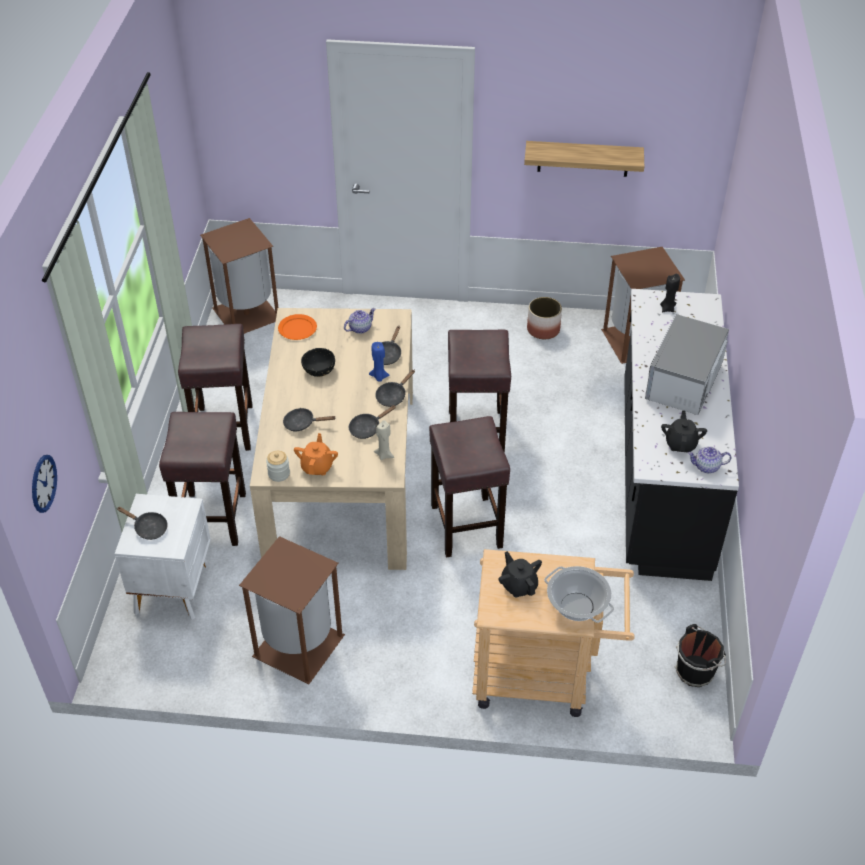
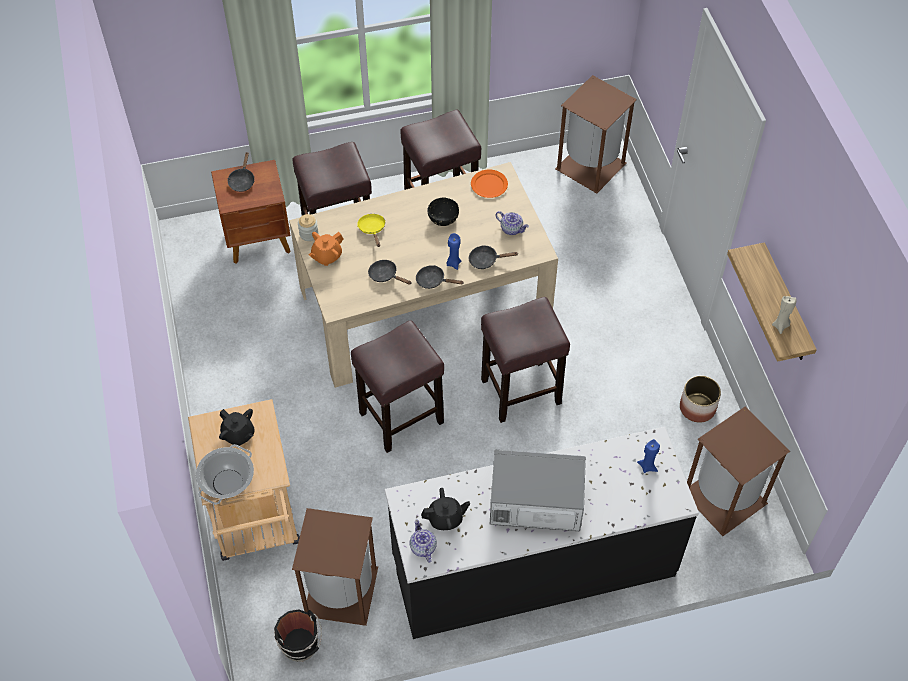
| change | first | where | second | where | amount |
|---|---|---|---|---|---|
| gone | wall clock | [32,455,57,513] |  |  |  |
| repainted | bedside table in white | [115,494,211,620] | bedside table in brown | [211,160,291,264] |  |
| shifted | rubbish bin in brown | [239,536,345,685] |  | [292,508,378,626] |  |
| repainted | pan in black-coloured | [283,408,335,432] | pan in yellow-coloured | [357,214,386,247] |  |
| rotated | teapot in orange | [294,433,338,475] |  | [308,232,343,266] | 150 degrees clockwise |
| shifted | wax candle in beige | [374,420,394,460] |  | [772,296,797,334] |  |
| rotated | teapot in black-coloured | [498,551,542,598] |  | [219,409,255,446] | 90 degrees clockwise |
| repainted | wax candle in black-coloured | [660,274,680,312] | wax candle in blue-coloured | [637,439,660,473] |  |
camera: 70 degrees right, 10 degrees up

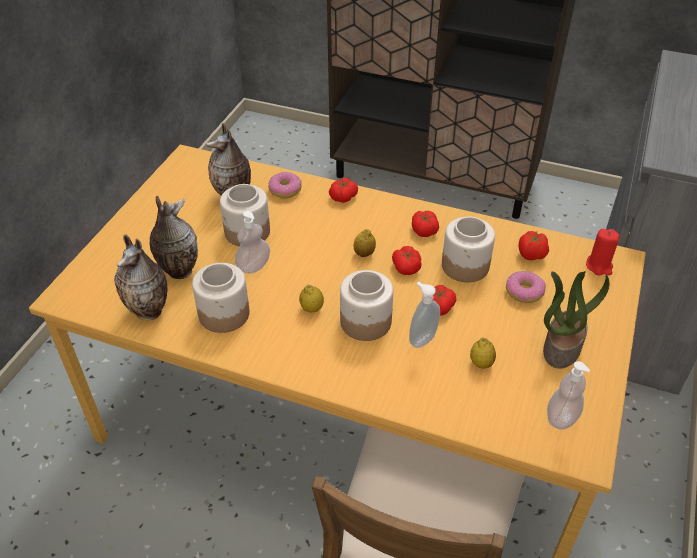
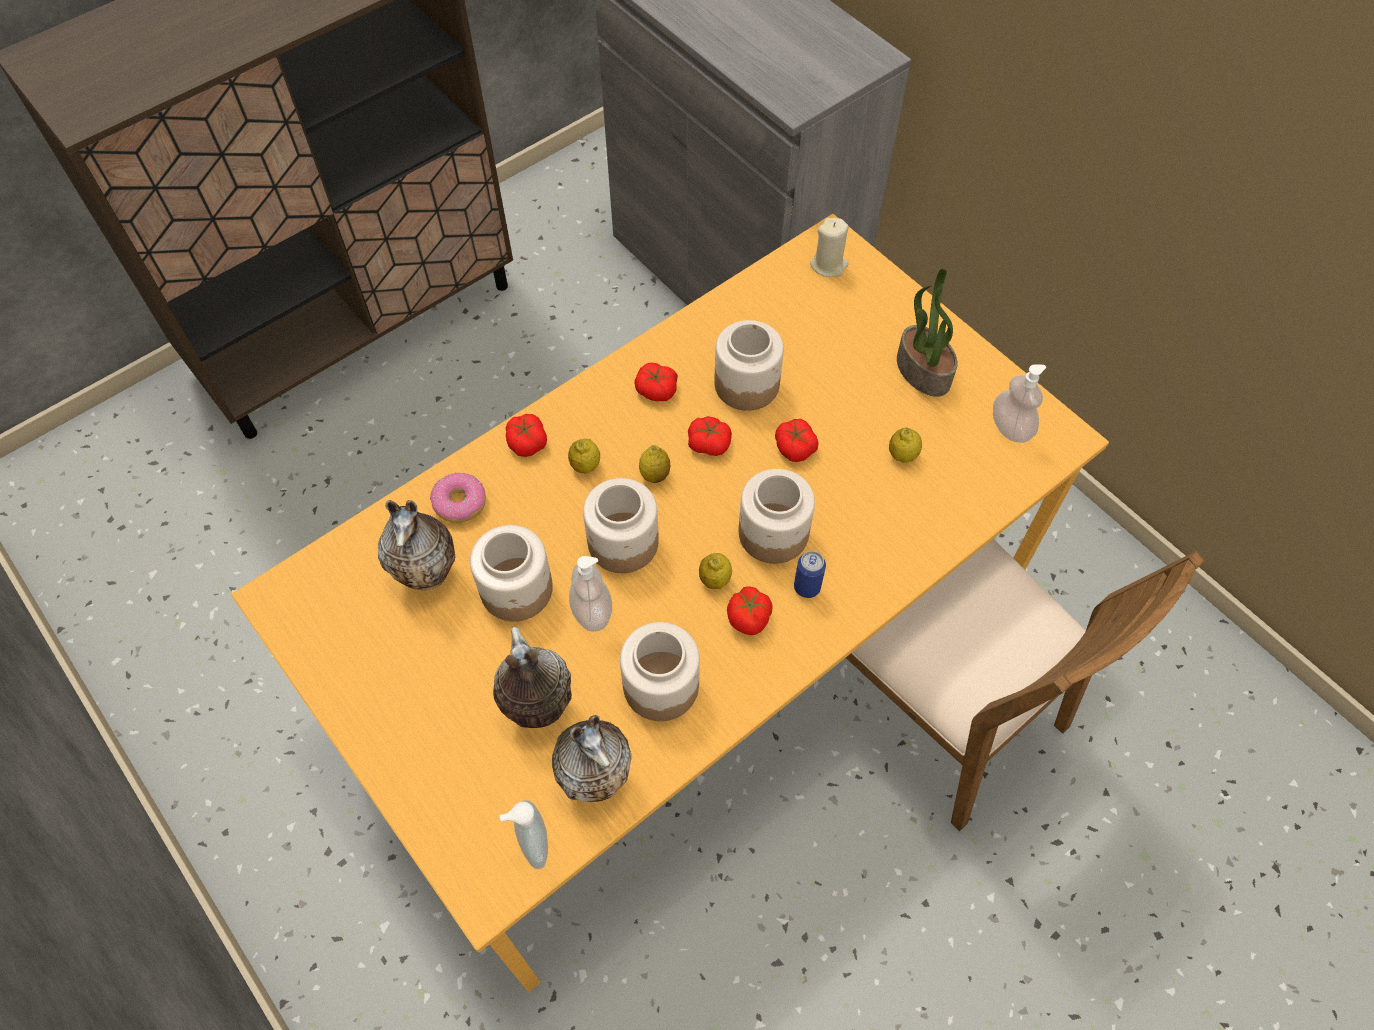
| change | first | where | second | where | amount |
|---|---|---|---|---|---|
| shifted | liquid soap bottle | [409,282,440,348] |  | [500,800,548,869] |  |
| gone | doughnut | [506,271,546,303] |  |  |  |
| shifted | whole tomato | [519,231,549,260] |  | [727,586,773,635] |  |
| repainted | wax candle in red | [586,229,620,276] | wax candle in beige | [810,218,849,277] |  |
| new |  |  | whole lemon | [568,439,600,473] |  |
| new |  |  | jar | [583,478,659,573] |  |
| new |  |  | sealed can | [794,551,826,598] |  |
camera: 60 degrees left, 15 degrees up

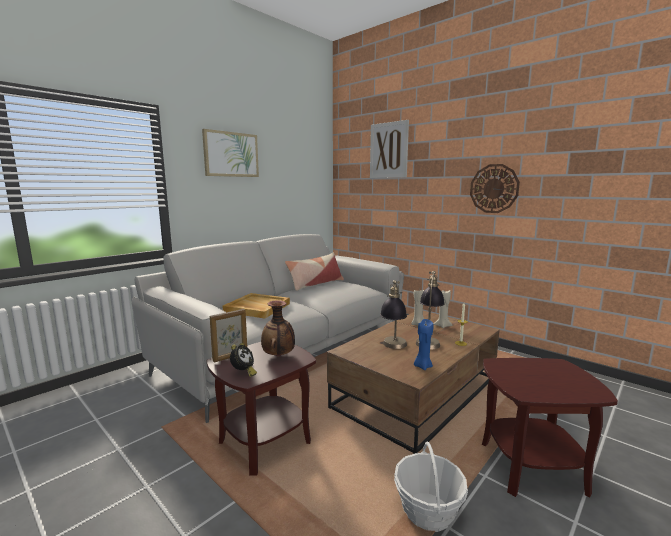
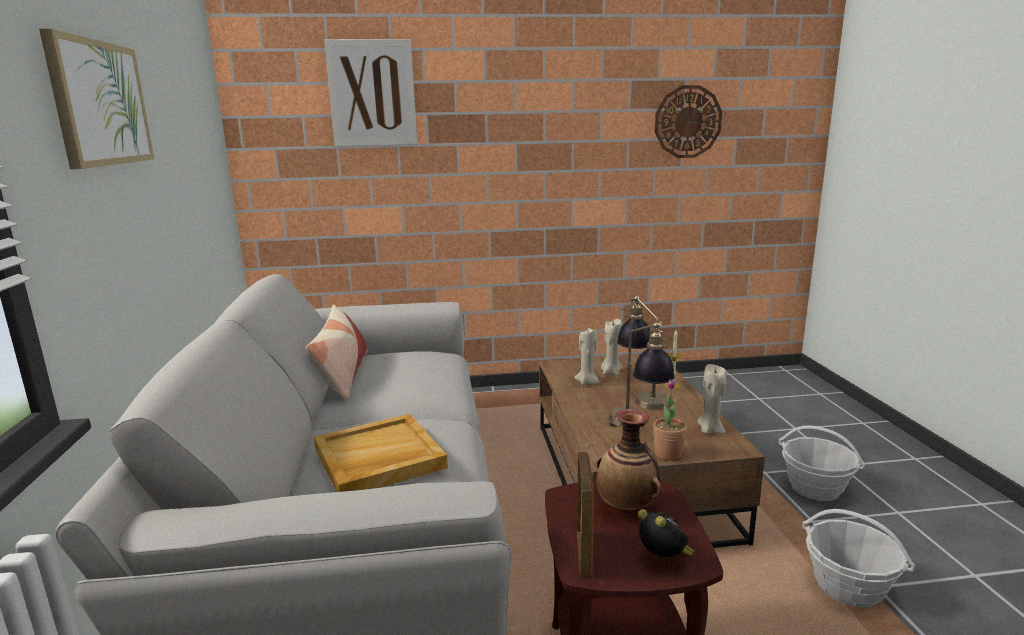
| change | first | where | second | where | amount |
|---|---|---|---|---|---|
| repainted | wax candle in blue-coloured | [414,319,434,370] | wax candle in beige | [697,364,726,434] |  |
| shifted | wall clock | [470,164,520,213] |  | [655,85,722,158] |  |
| swapped | accent table in brown | [482,358,618,497] | basket | [779,426,865,501] |  |
| new |  |  | plant in a pot | [653,379,687,460] |  |
camera: 50 degrees left, 5 degrees up

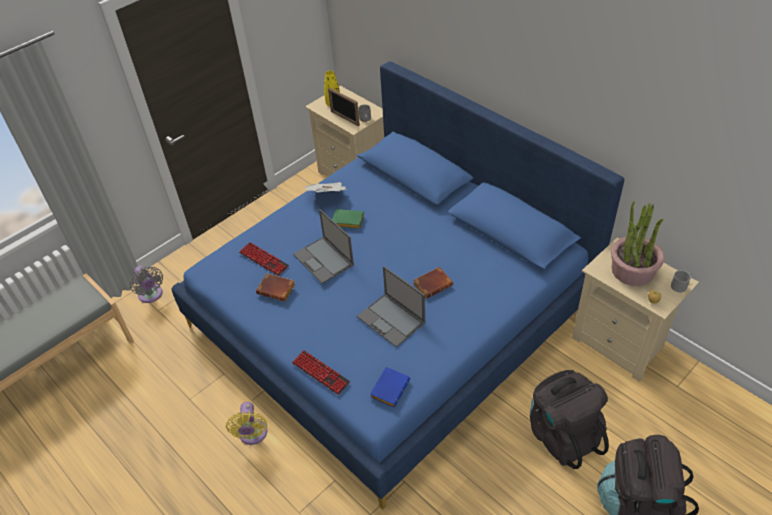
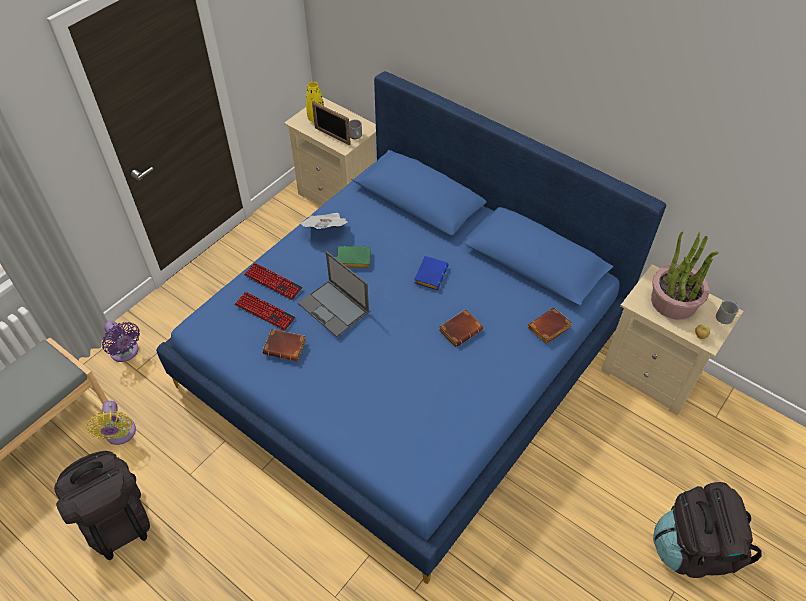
| change | first | where | second | where | amount |
|---|---|---|---|---|---|
| repainted | fan in greyish | [130,266,163,303] | fan in purple | [102,321,140,362] |  |
| shifted | fan in yellow-coloured | [226,402,268,445] |  | [87,401,136,445] |  |
| shifted | computer keyboard | [292,350,350,395] |  | [244,262,303,300] |  |
| gone | laptop | [357,266,425,347] |  |  |  |
| shifted | book in blue-coloured | [370,367,410,407] |  | [414,256,449,290] |  |
| shifted | backpack in black-coloured | [530,370,609,469] |  | [54,451,150,560] |  |
| new |  |  | book in brown | [528,308,572,344] |  |
camera: 10 degrees left, 5 degrees up

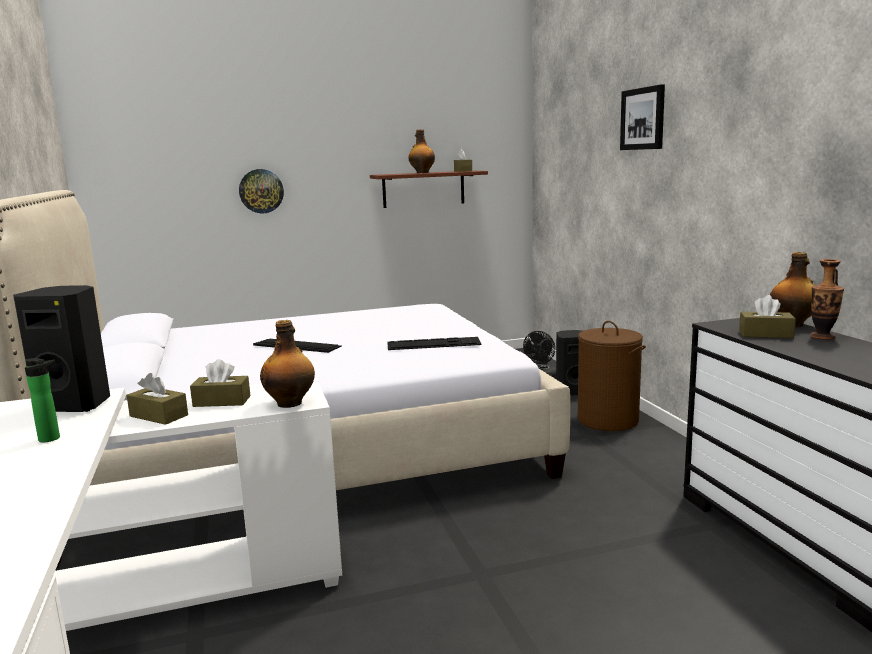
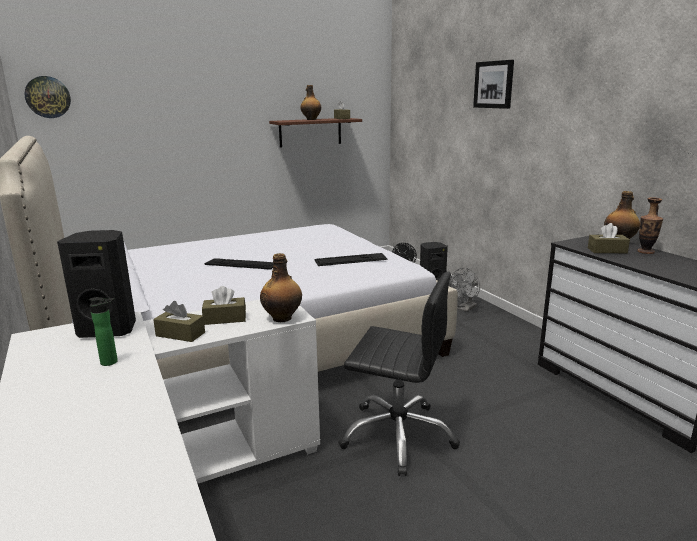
| change | first | where | second | where | amount |
|---|---|---|---|---|---|
| shifted | wall clock | [239,169,284,214] |  | [24,76,71,118] |  |
| swapped | hamper in brown | [578,321,646,431] | fan in greyish | [450,268,480,312] |  |
| new |  |  | computer chair in black-coloured | [338,272,460,476] |  |
camera: 10 degrees left, 5 degrees up

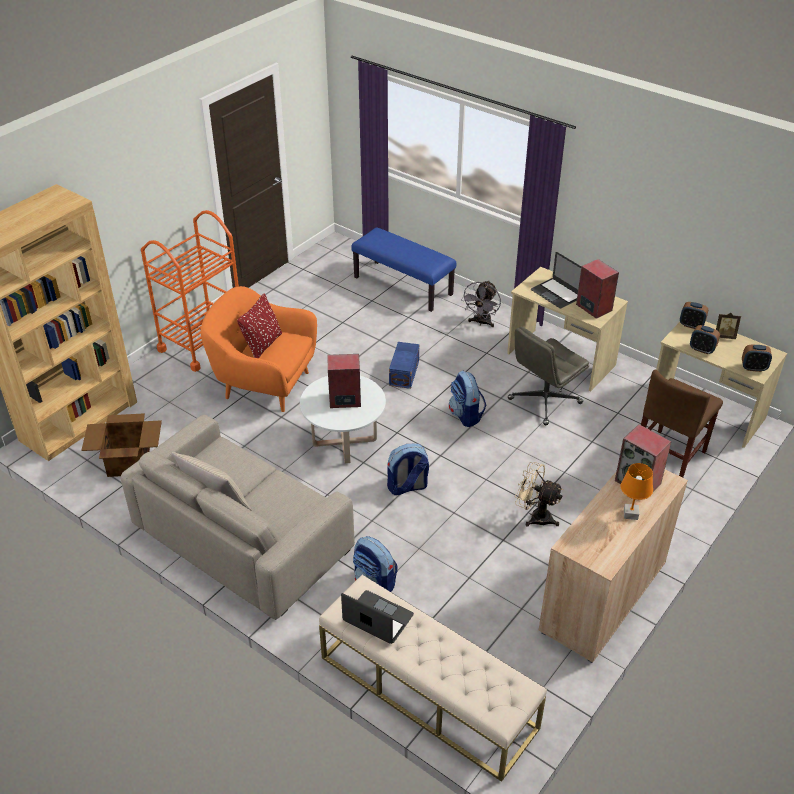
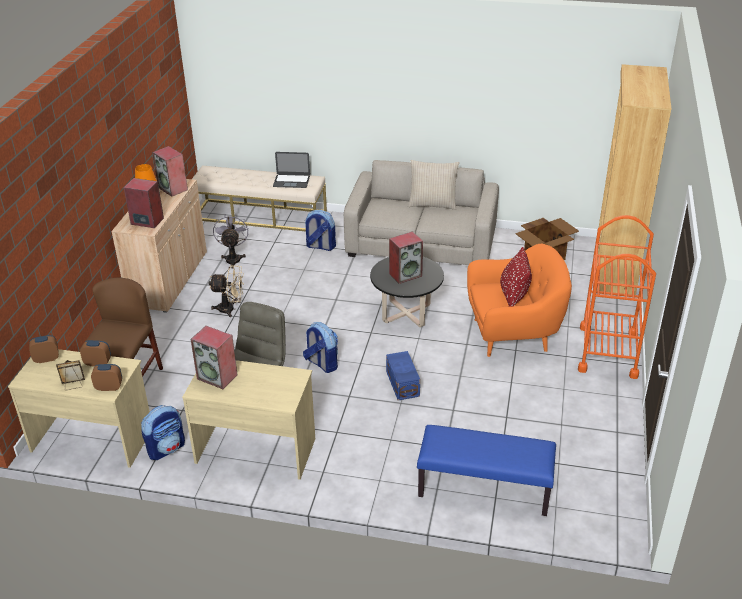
| change | first | where | second | where | amount |
|---|---|---|---|---|---|
| repainted | coffee table in white | [300,376,386,463] | coffee table in black-coloured | [370,257,444,327] |  |
| shifted | backpack | [387,444,429,495] |  | [141,405,185,460] |  |
| shifted | fan in greyish | [462,281,501,327] |  | [213,214,248,269] |  |
| gone | laptop | [531,252,582,308] |  |  |  |
| new |  |  | audio speaker | [152,146,188,196] |  |
camera: 155 degrees right, 5 degrees down

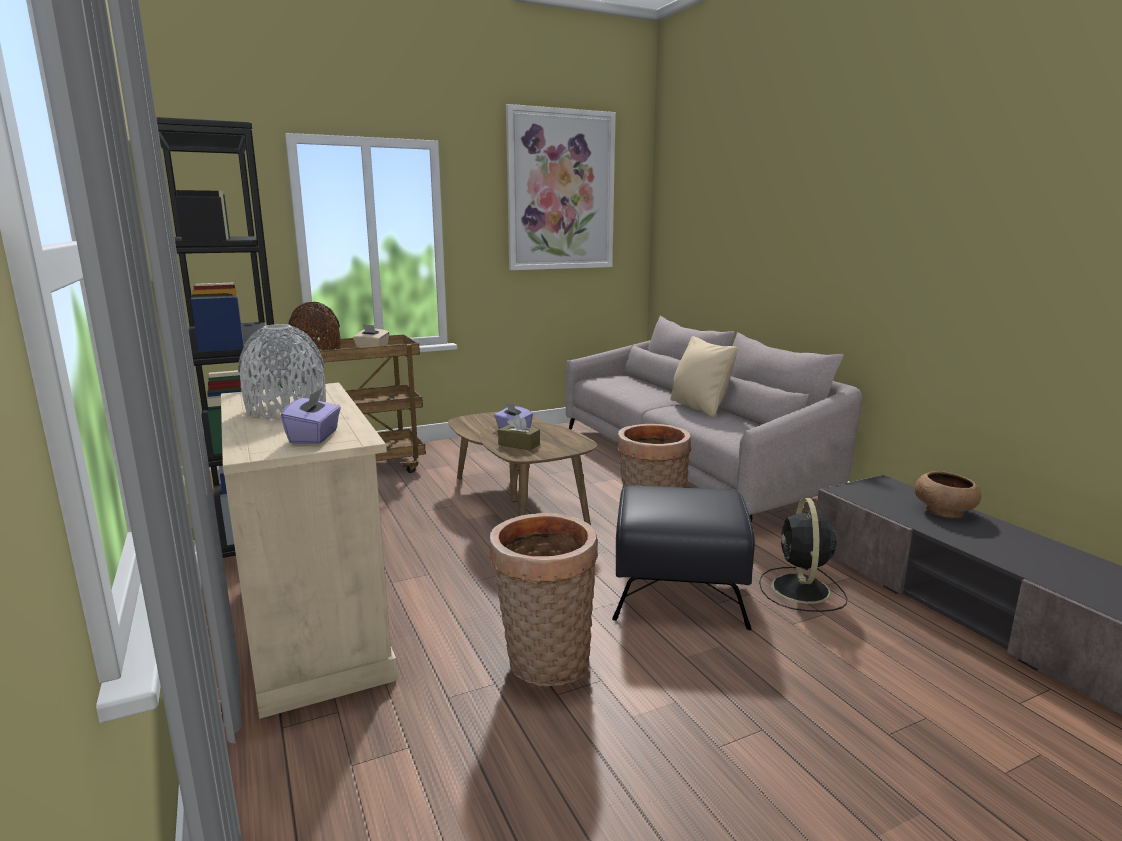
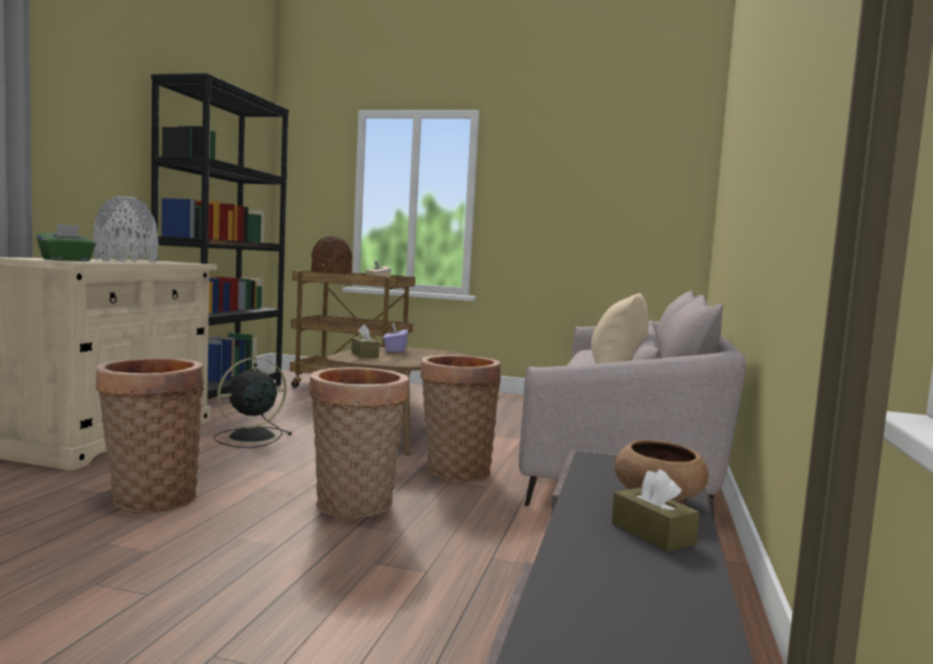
| change | first | where | second | where | amount |
|---|---|---|---|---|---|
| repainted | box of tissues in purple | [281,389,341,444] | box of tissues in greenish | [37,224,96,261] |  |
| gone | wall picture | [506,104,616,270] |  |  |  |
| swapped | footrest in black-coloured | [612,485,755,630] | basket | [309,367,408,518] |  |
| shifted | fan in black-coloured | [759,498,848,612] |  | [213,357,292,448] |  |
| new |  |  | box of tissues in brown | [612,469,700,552] |  |
camera: 40 degrees right, 10 degrees down

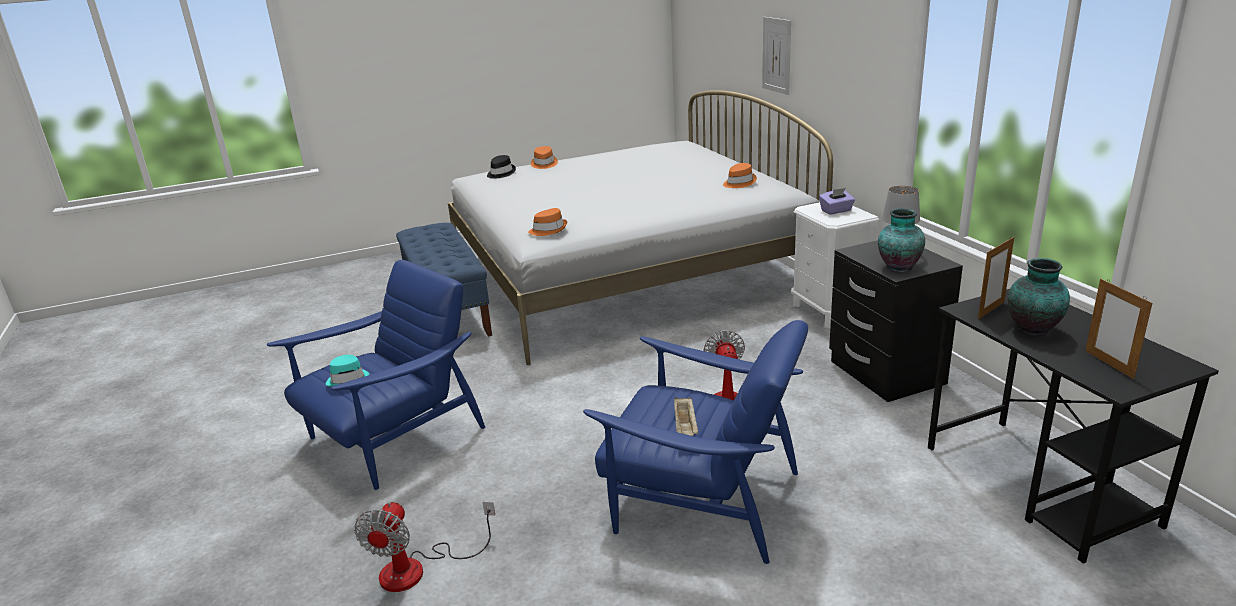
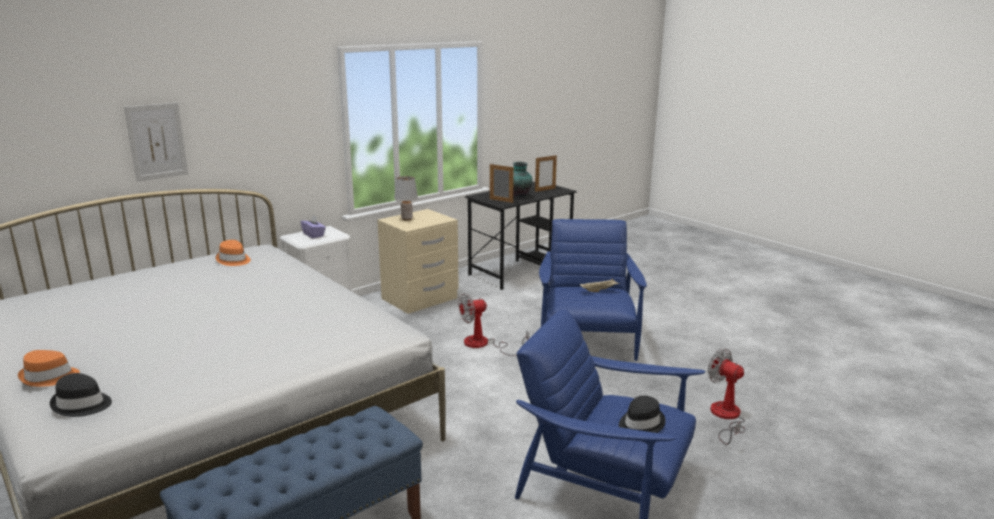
| change | first | where | second | where | amount |
|---|---|---|---|---|---|
| repainted | clothing hat in turquoise | [326,355,370,387] | clothing hat in black-coloured | [619,395,666,433] |  |
| rotated | fan | [354,502,495,592] |  | [708,349,745,445] | 120 degrees counterclockwise |
| gone | clothing hat in orange | [528,208,567,236] |  |  |  |
| repainted | bedside table in black-coloured | [829,240,963,402] | bedside table in beige | [377,209,459,314] |  |
| gone | flower vase | [878,208,925,272] |  |  |  |
camera: 110 degrees left, 5 degrees down

